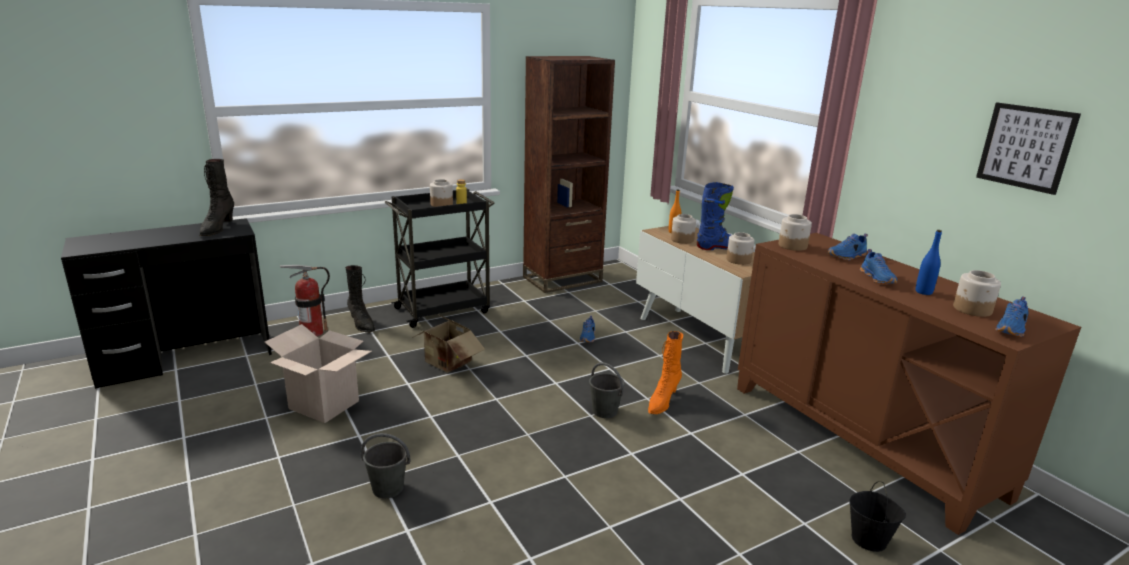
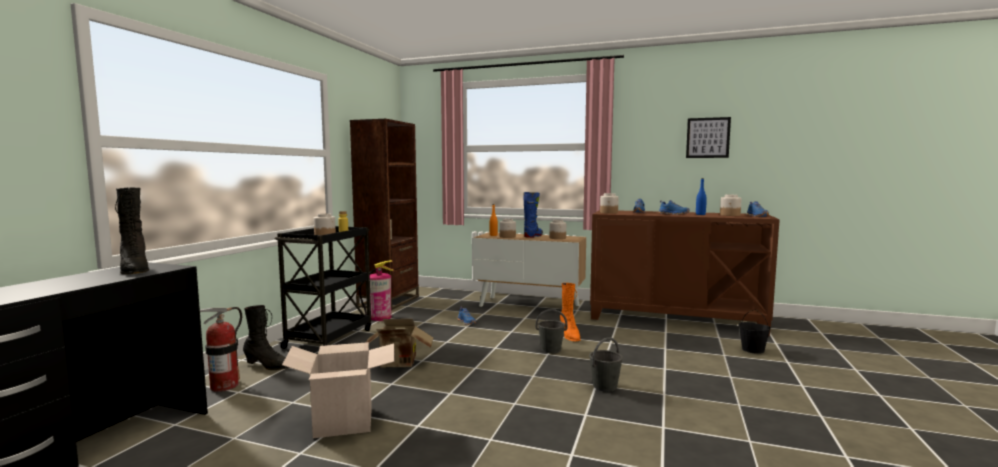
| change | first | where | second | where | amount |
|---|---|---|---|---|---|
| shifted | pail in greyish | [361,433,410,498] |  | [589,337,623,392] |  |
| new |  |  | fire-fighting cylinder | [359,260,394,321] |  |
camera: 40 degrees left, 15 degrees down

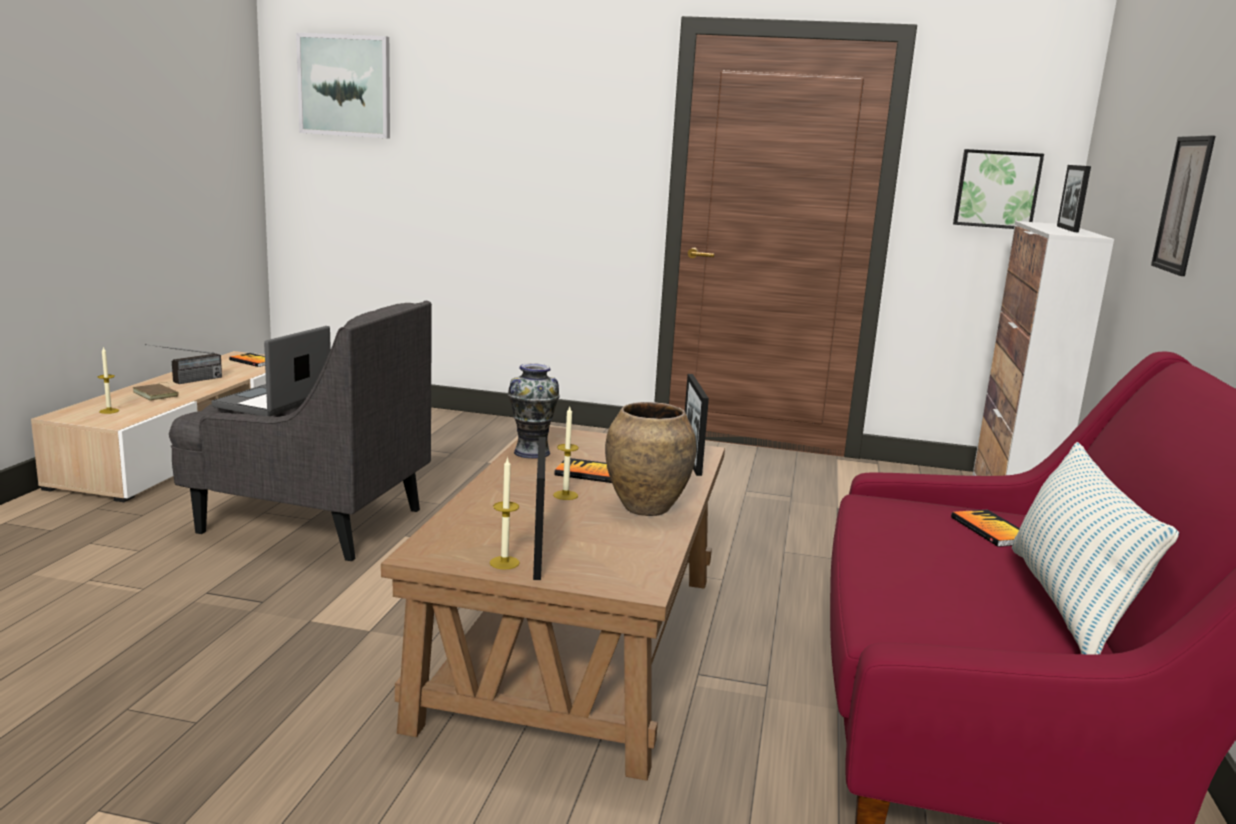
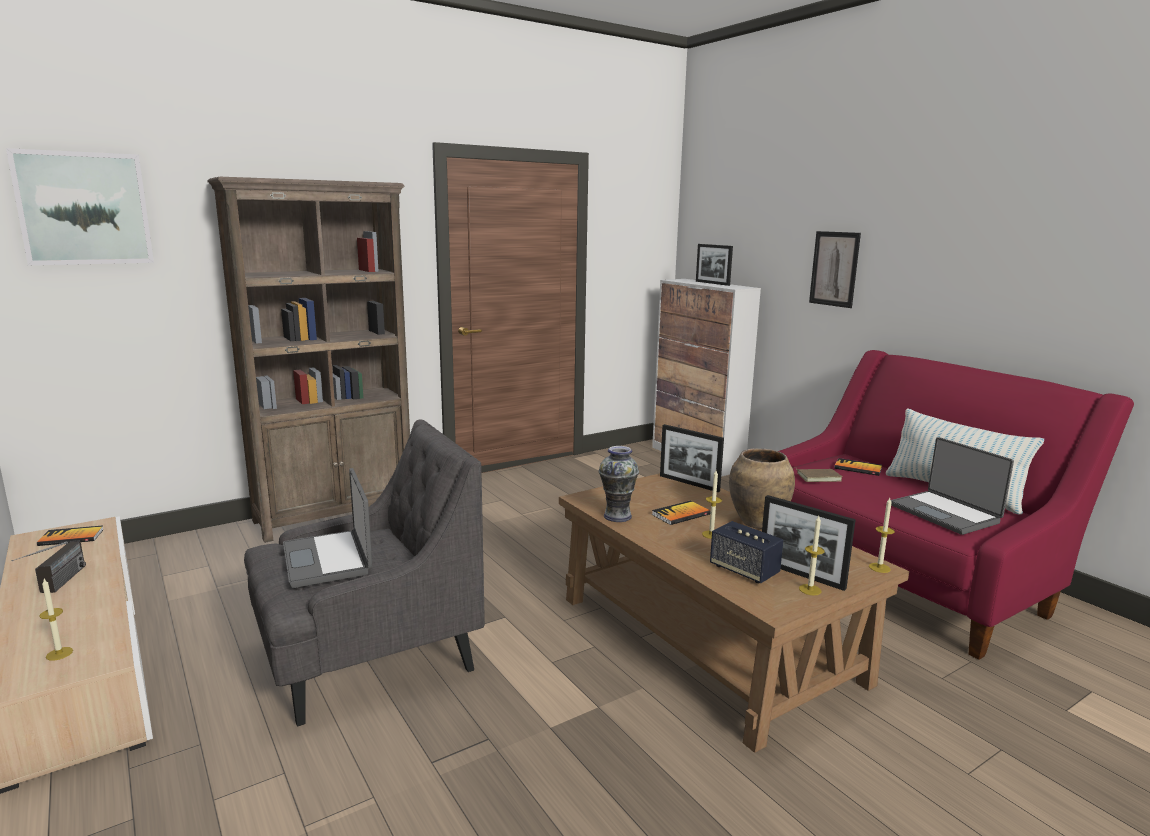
| change | first | where | second | where | amount |
|---|---|---|---|---|---|
| shifted | book in brown | [133,382,179,401] |  | [796,469,842,482] |  |
| gone | wall picture | [953,149,1044,229] |  |  |  |
| new |  |  | bookcase in brown | [207,177,410,543] |  |
| new |  |  | audio speaker | [710,521,783,583] |  |
| new |  |  | wax candle | [869,498,895,573] |  |
| new |  |  | laptop | [891,437,1014,535] |  |
camera: 45 degrees left, 0 degrees up

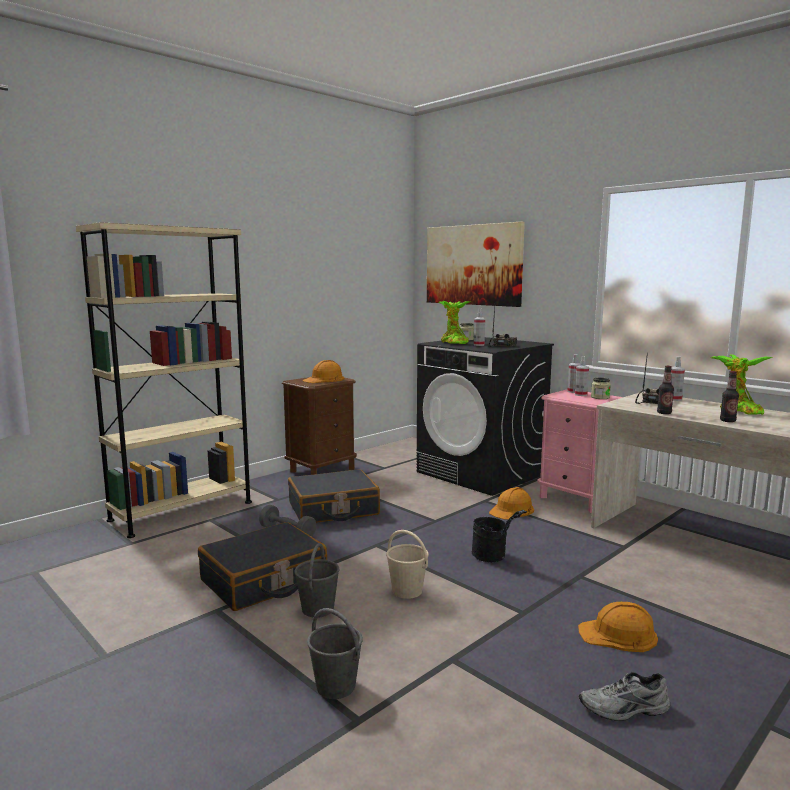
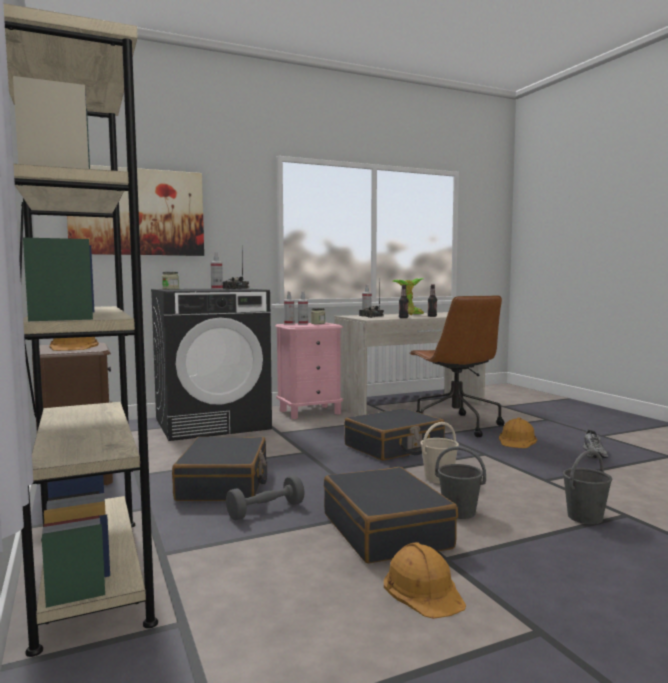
| change | first | where | second | where | amount |
|---|---|---|---|---|---|
| gone | plant in a pot | [439,301,470,344] |  |  |  |
| swapped | pail in black-coloured | [472,510,527,562] | suitcase in black-coloured | [344,408,445,461] |  |
| shifted | work helmet in orange | [489,487,534,520] |  | [384,542,466,619] |  |
| new |  |  | computer chair in brown | [409,295,505,437] |  |
camera: 70 degrees left, 5 degrees down

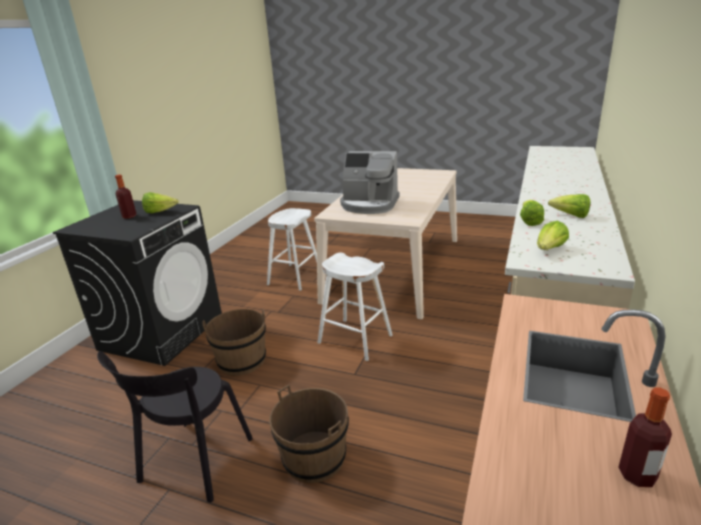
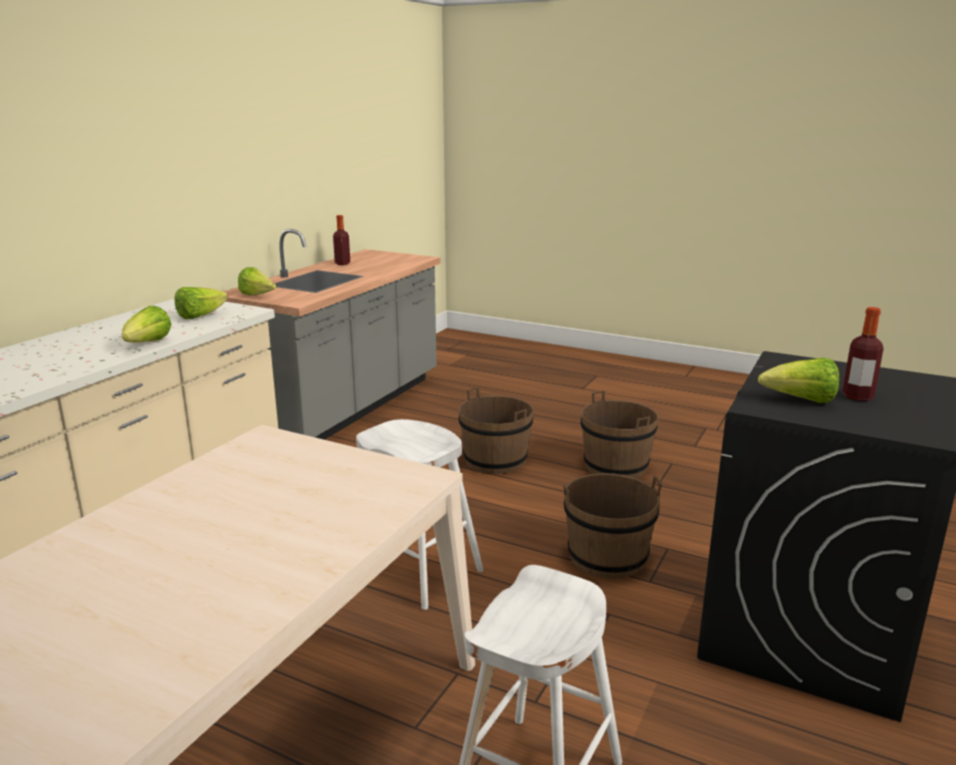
| change | first | where | second | where | amount |
|---|---|---|---|---|---|
| swapped | upright chair in black-coloured | [97,351,253,503] | pail in brown | [581,391,659,478] |  |
| gone | coffee brewer | [340,151,400,214] |  |  |  |
| shifted | lettuce head | [548,194,591,218] |  | [238,267,276,295] |  |
camera: 175 degrees left, 5 degrees down

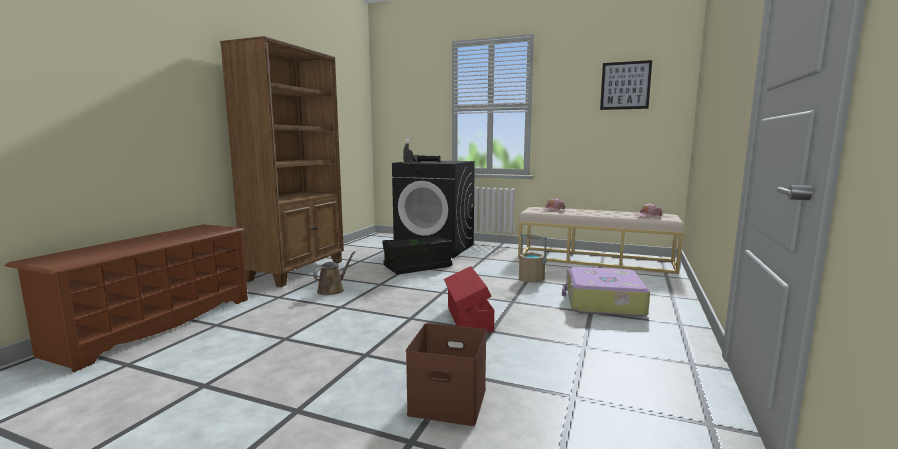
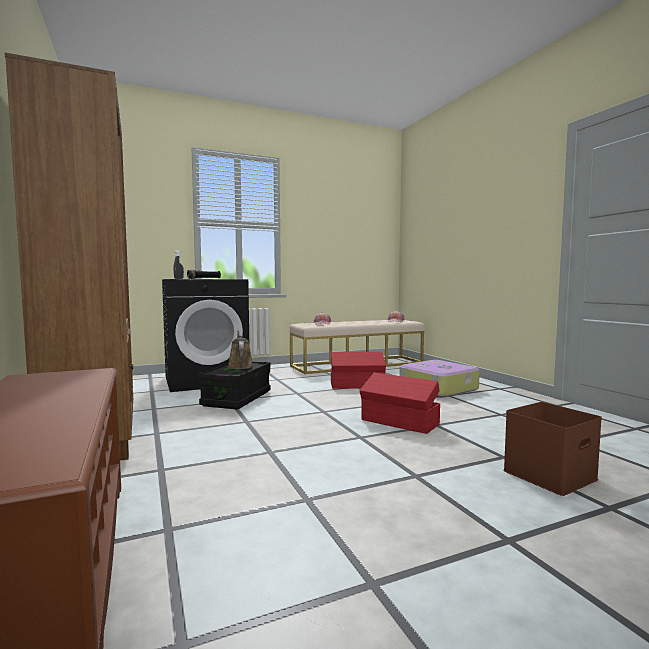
| change | first | where | second | where | amount |
|---|---|---|---|---|---|
| shifted | watering pot in brown | [313,251,355,295] |  | [228,330,253,369] |  |
| swapped | pail in beige | [519,233,547,283] | storage box in red | [331,352,386,389] |  |
| gone | wall picture | [600,60,652,110] |  |  |  |
camera: 45 degrees left, 5 degrees down

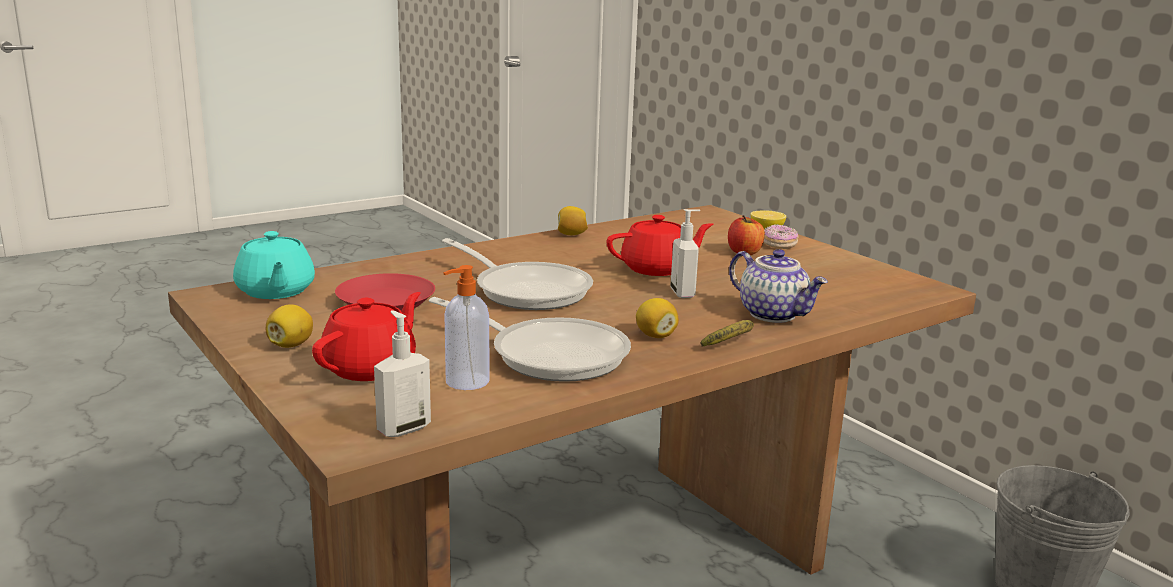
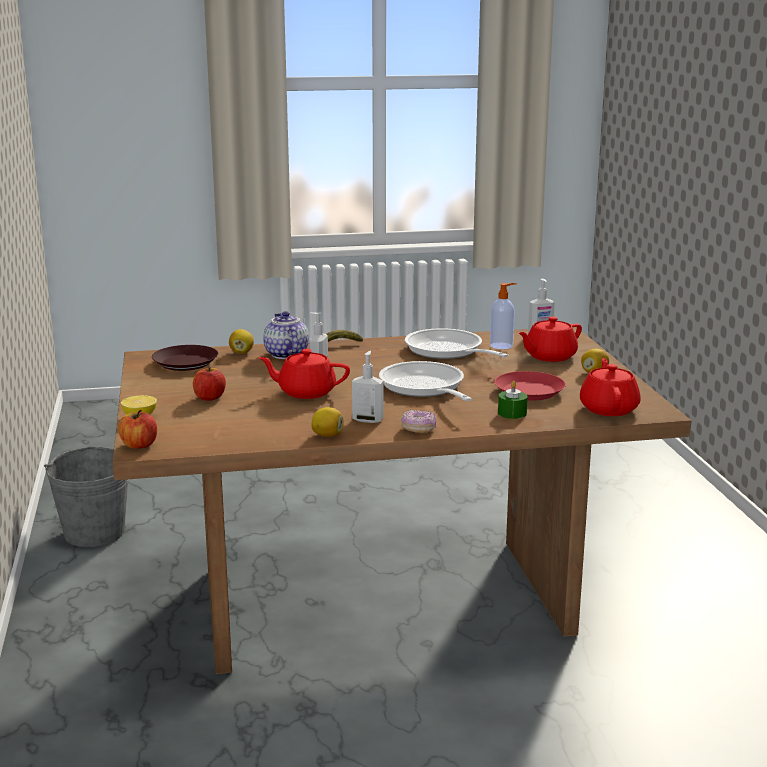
| change | first | where | second | where | amount |
|---|---|---|---|---|---|
| repainted | teapot in turquoise | [233,231,315,299] | teapot in red | [580,358,641,416] |  |
| shifted | whole lemon | [636,298,679,338] |  | [229,329,254,354] |  |
| shifted | doughnut | [763,224,798,249] |  | [401,410,436,433] |  |
| new |  |  | apple fruit | [118,410,157,449] |  |
| new |  |  | dinner plate in brown | [152,345,218,371] |  |
| new |  |  | liquid soap bottle | [352,351,383,423] |  |
| new |  |  | wax candle in greenish | [498,381,528,419] |  |
camera: 155 degrees left, 0 degrees up

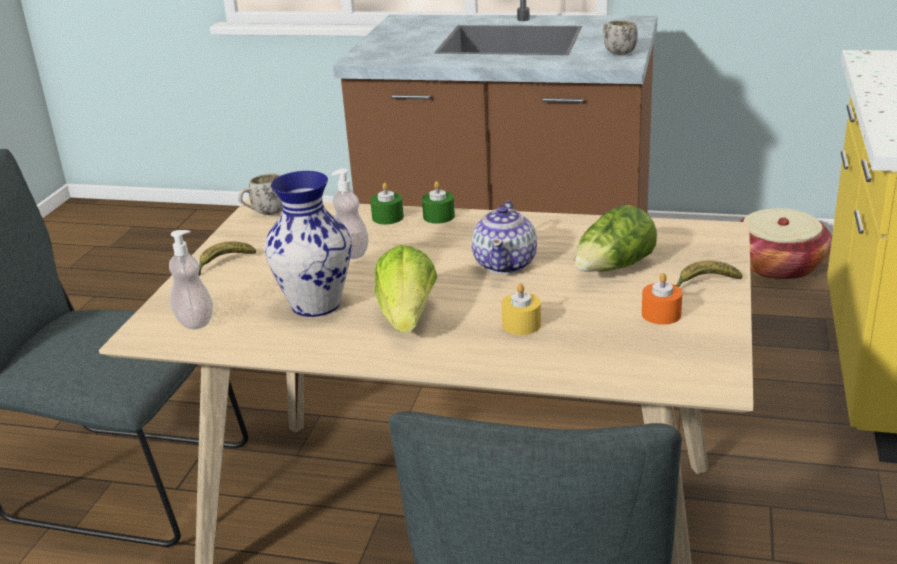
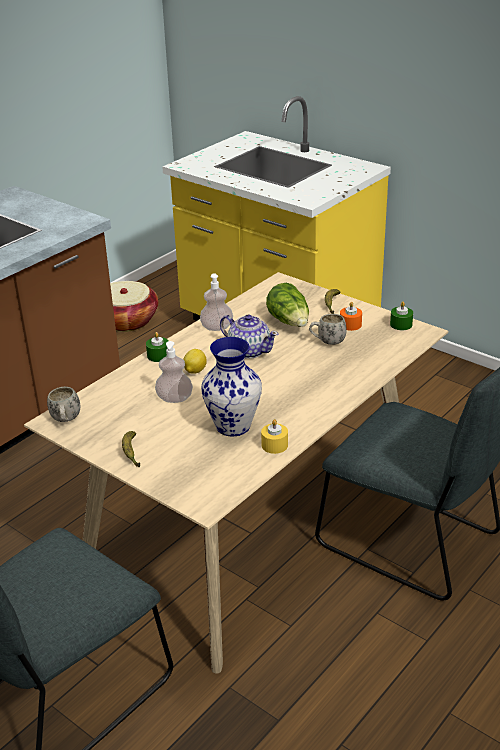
| change | first | where | second | where | amount |
|---|---|---|---|---|---|
| shifted | liquid soap bottle | [169,230,213,329] |  | [200,273,233,331] |  |
| shifted | wax candle in greenish | [370,182,404,225] |  | [390,301,413,330] |  |
| gone | lettuce head | [375,245,437,333] |  |  |  |
| shifted | wax candle in yellow-coloured | [501,283,541,335] |  | [261,419,288,454] |  |
| shifted | tea mug in white | [603,20,638,55] |  | [309,314,347,345] |  |
| new |  |  | whole lemon | [183,349,207,374] |  |
camera: 65 degrees left, 5 degrees up

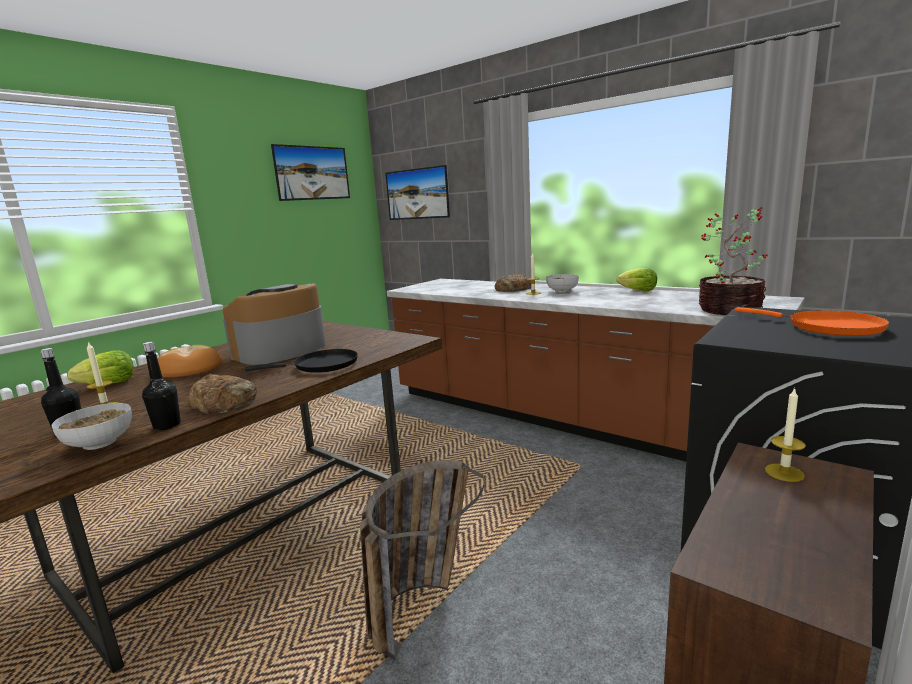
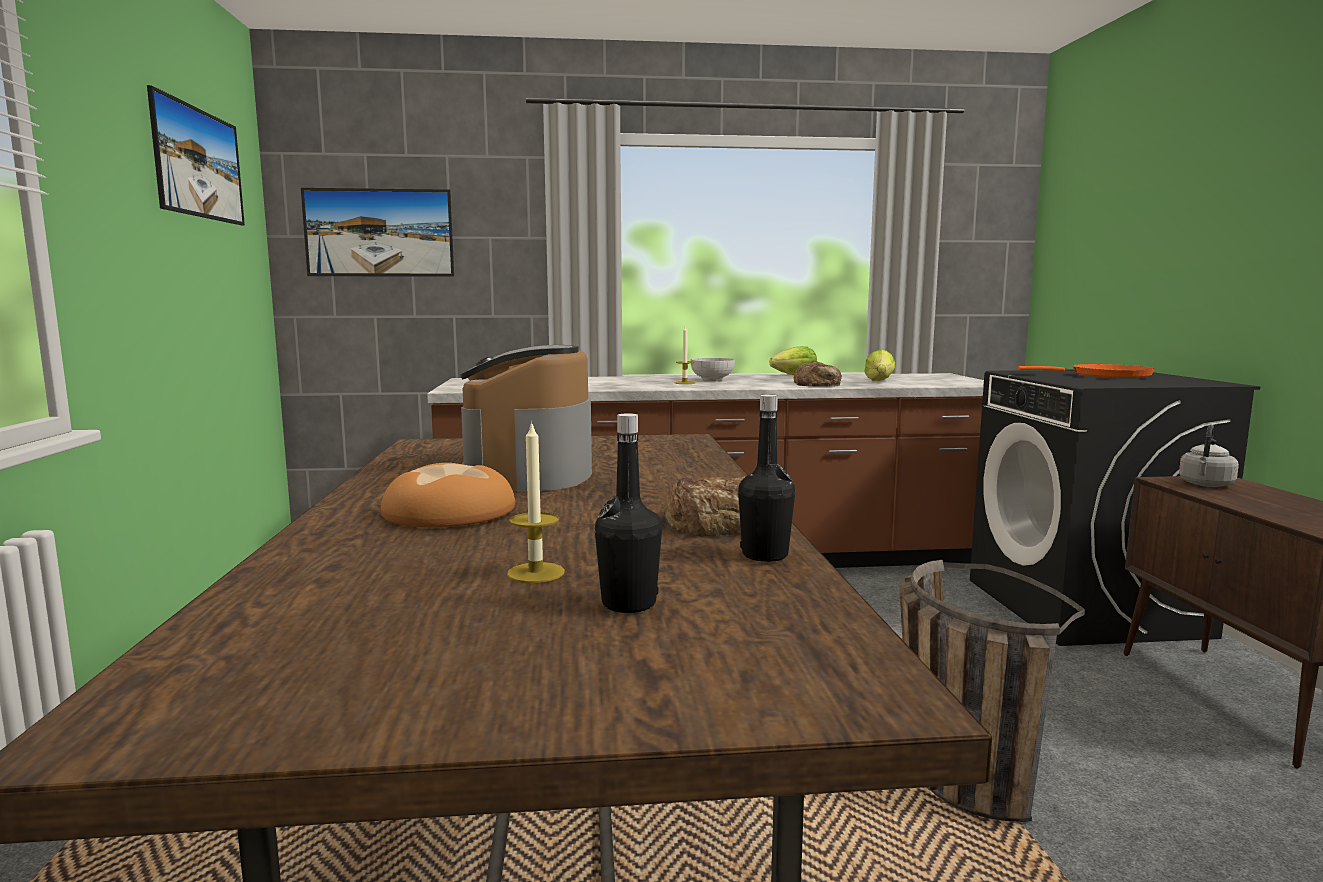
| change | first | where | second | where | amount |
|---|---|---|---|---|---|
| gone | deep dish | [52,403,132,450] |  |  |  |
| shifted | lettuce head | [67,350,134,384] |  | [864,349,896,381] |  |
| gone | pan in black-coloured | [245,349,358,373] |  |  |  |
| shifted | baked bread | [495,274,531,292] |  | [794,361,842,387] |  |
| gone | plant in a pot | [699,207,768,315] |  |  |  |
| swapped | wax candle | [765,387,806,482] | kettle in greyish | [1179,425,1239,487] |  |
camera: 45 degrees left, 5 degrees down

